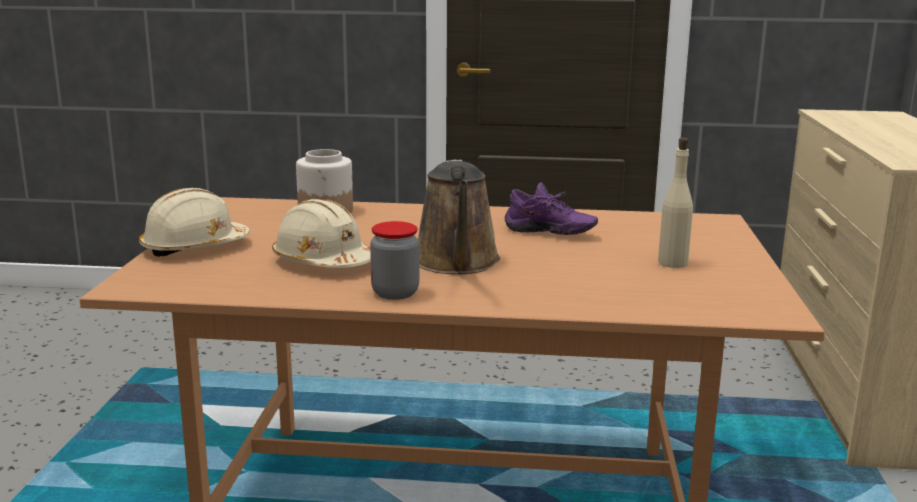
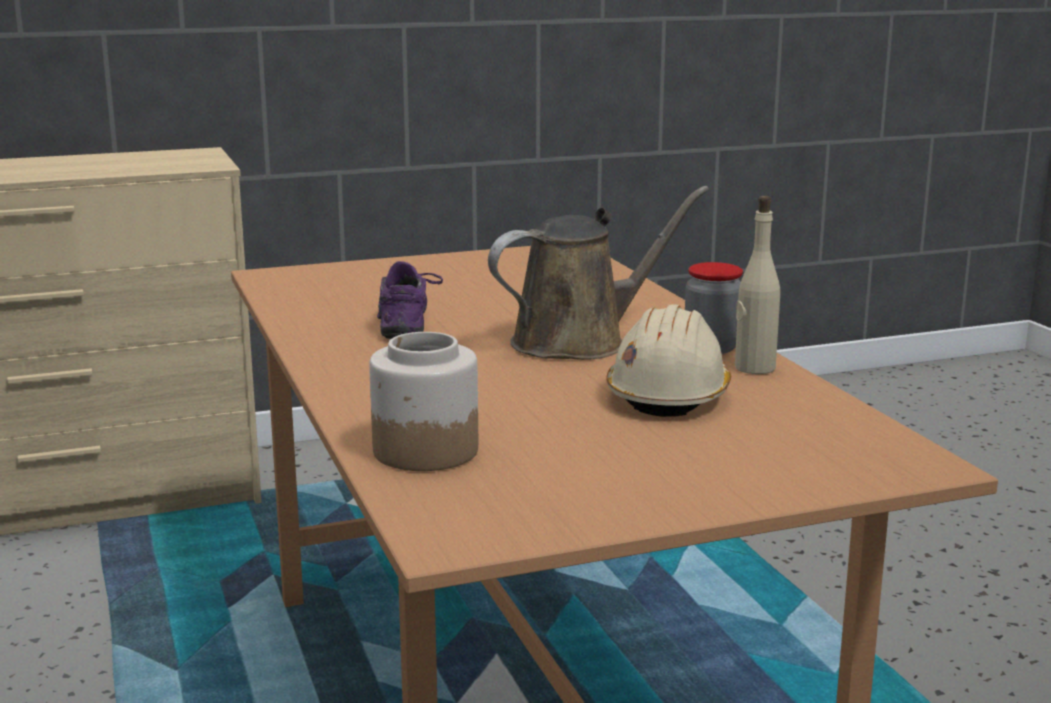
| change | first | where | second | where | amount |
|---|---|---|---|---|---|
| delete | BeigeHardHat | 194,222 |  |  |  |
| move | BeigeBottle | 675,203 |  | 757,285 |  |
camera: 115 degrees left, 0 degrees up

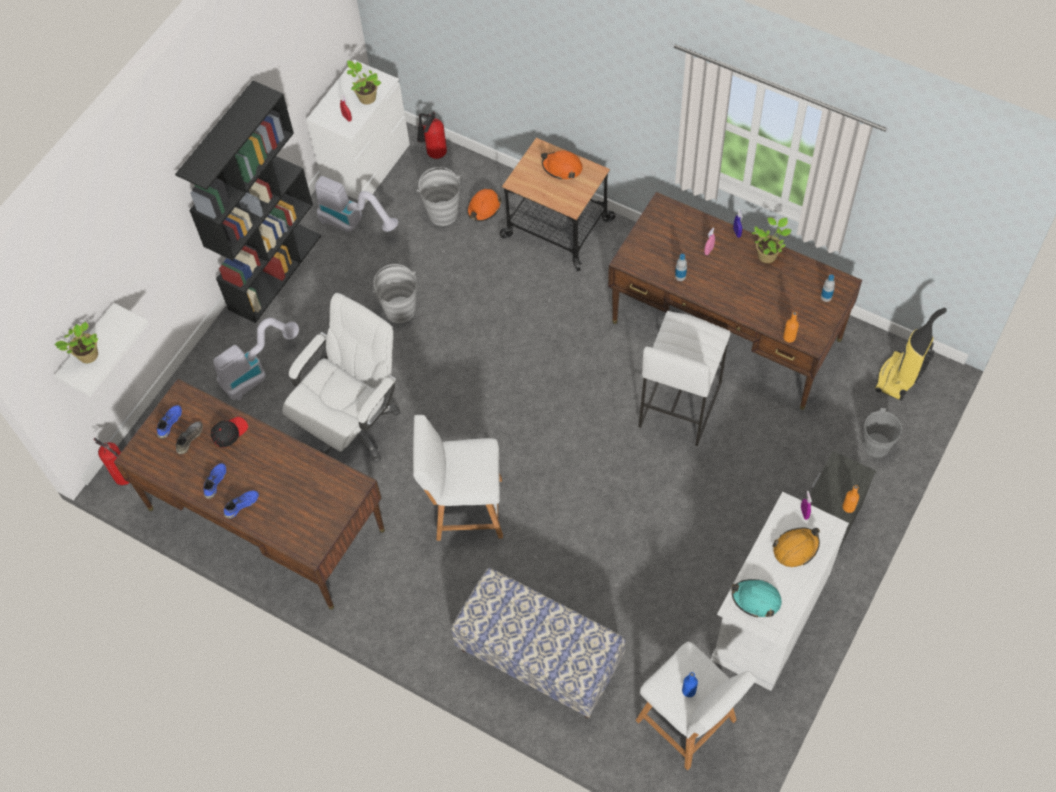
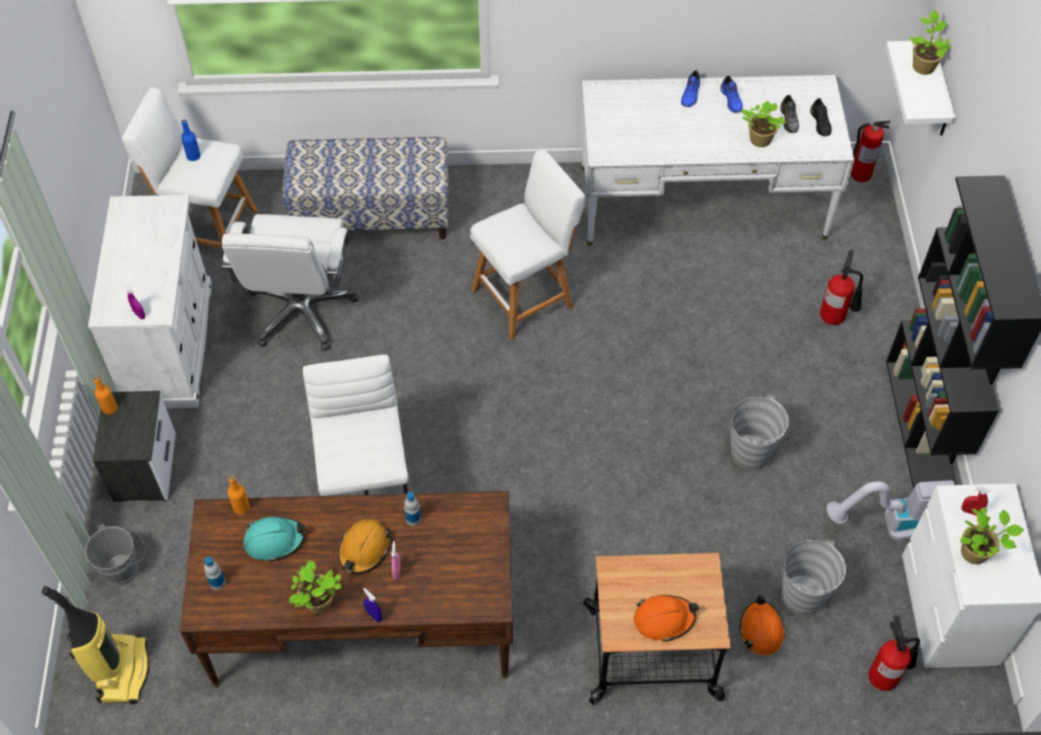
| change | first | where | second | where | amount |
|---|---|---|---|---|---|
| recolor | BrownDesk | 249,494 | WhiteDesk | 717,160 |  |
| recolor | BlueShoe | 169,422 | BlackShoe | 821,117 |  |
| replace | BlackCap | 229,432 | PottedPlant | 763,124 |  |
| replace | VacuumCleaner | 256,359 | FireExtinguisher | 841,287 |  |
| move | WhiteOfficeChair | 341,378 |  | 290,282 |  |
| move | TurquoiseHardHat | 756,598 |  | 274,539 |  |
| move | OrangeHardHat | 796,547 |  | 364,546 |  |
camera: 145 degrees right, 5 degrees down

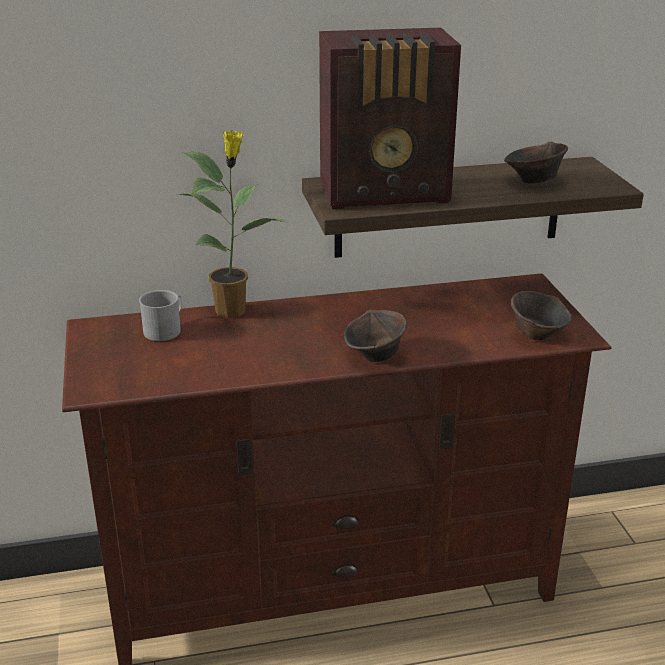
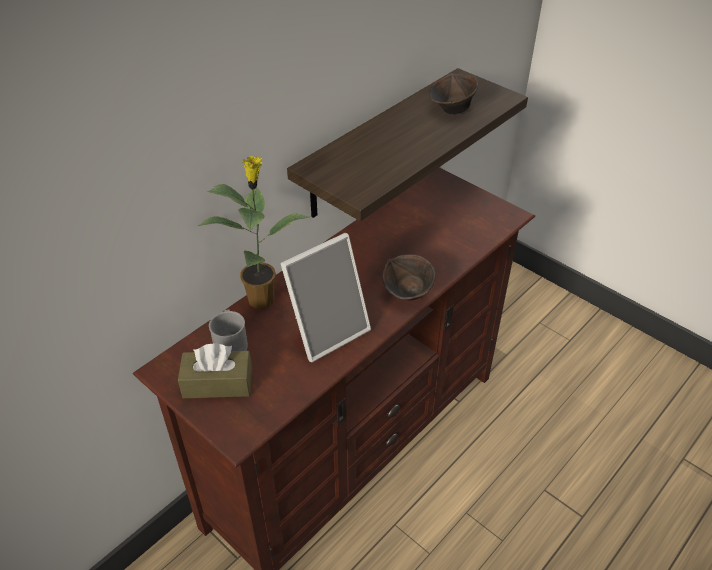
| change | first | where | second | where | amount |
|---|---|---|---|---|---|
| delete | Radio | 390,118 |  |  |  |
| delete | BrownBowl | 541,315 |  |  |  |
| insert |  |  | BrownTissueBox | 215,370 |  |
| insert |  |  | PictureFrame | 326,297 |  |
camera: 35 degrees left, 15 degrees up

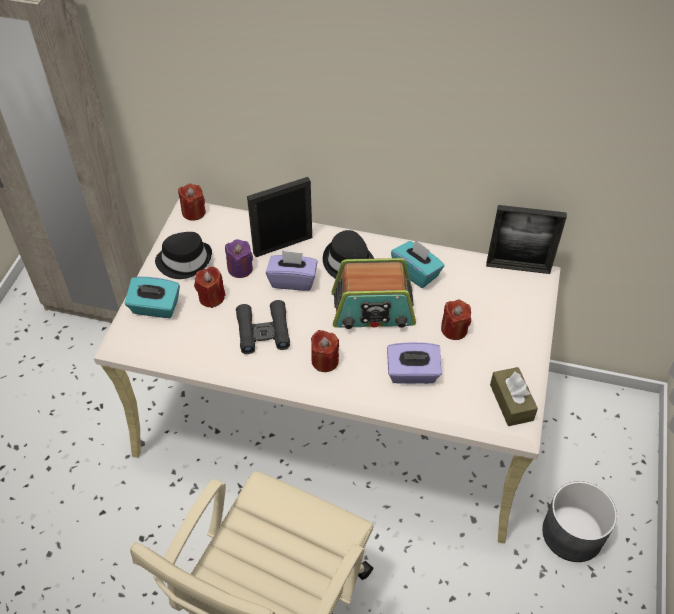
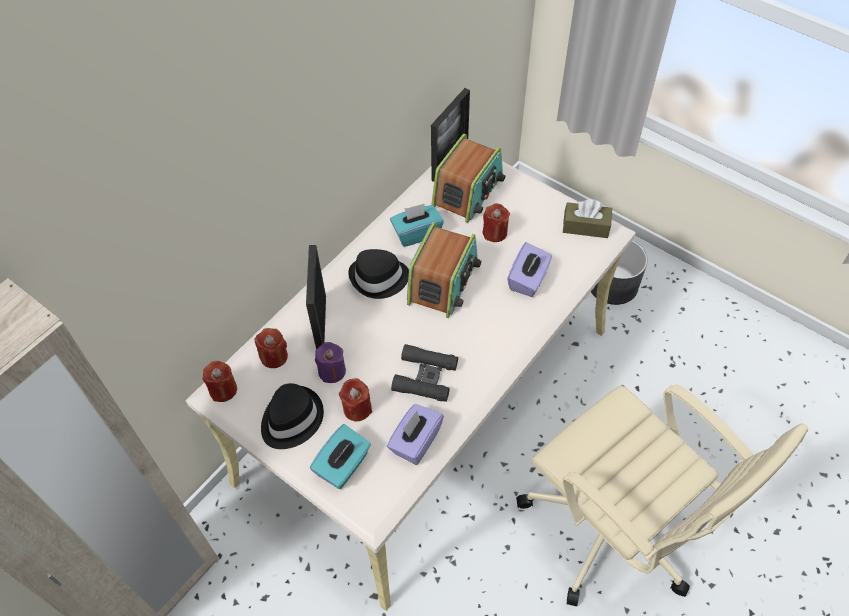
| change | first | where | second | where | amount |
|---|---|---|---|---|---|
| move | PurpleTissueBox | 292,270 |  | 415,434 |  |
| move | RedCandle | 325,351 |  | 271,348 |  |
| insert |  |  | Radio | 468,178 |  |
camera: 65 degrees left, 5 degrees up

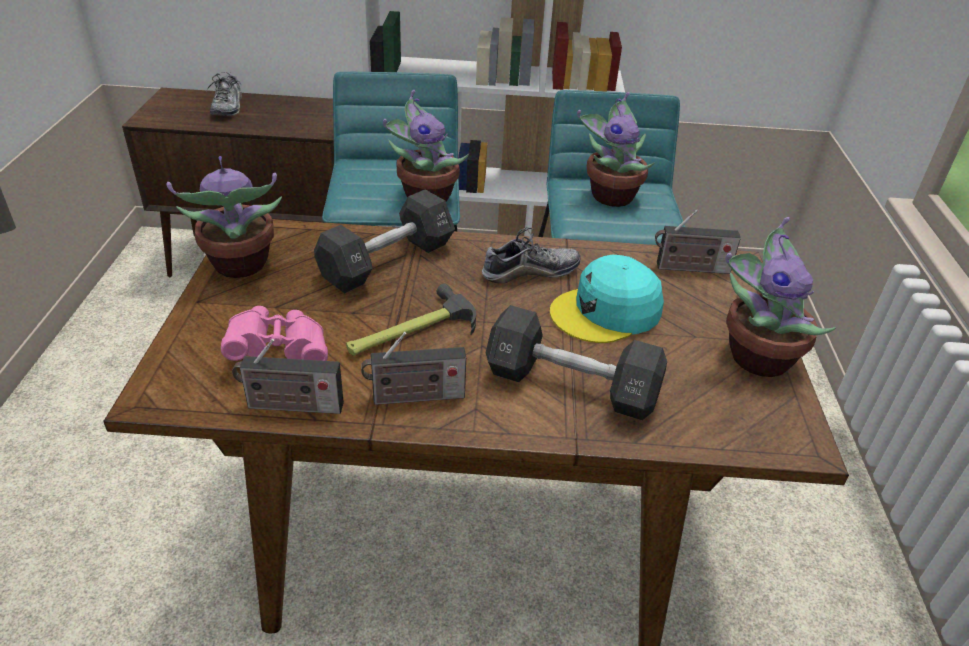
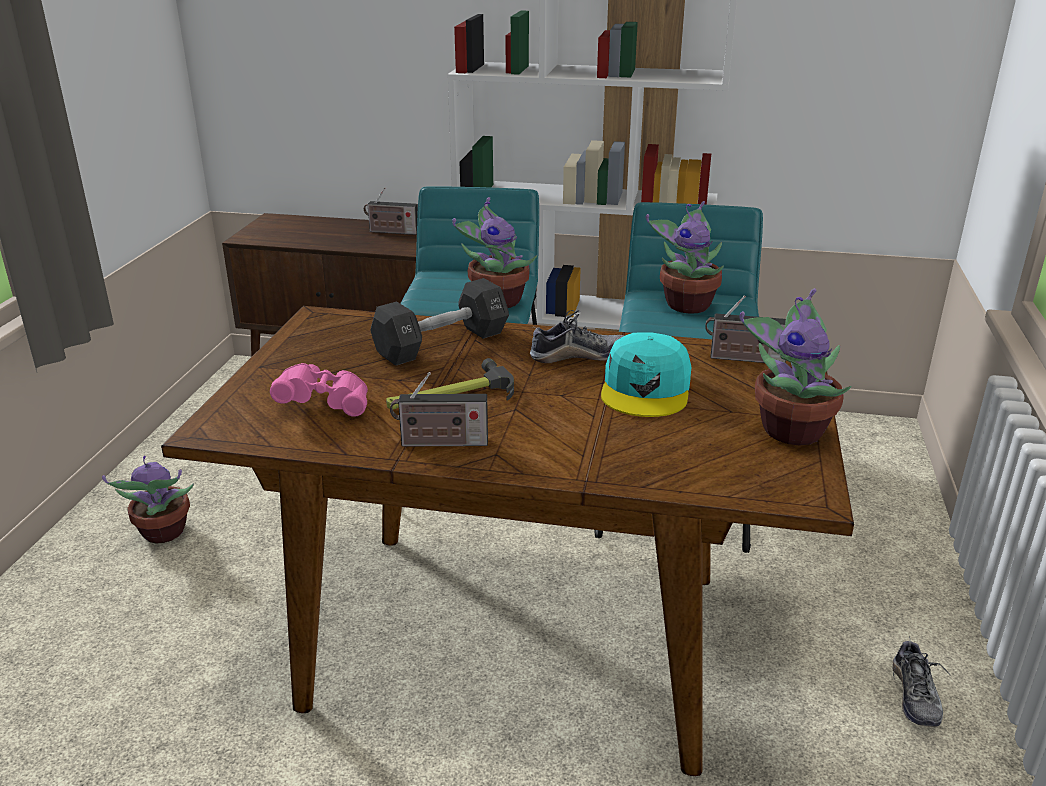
| change | first | where | second | where | amount |
|---|---|---|---|---|---|
| move | PottedPlant | 224,217 |  | 148,499 |  |
| move | Shoe | 224,94 |  | 922,682 |  |
| move | Radio | 288,376 |  | 391,211 |  |
| delete | BlackDumbbell | 576,362 |  |  |  |
| rotate | TurquoiseCap | 607,298 |  | 646,374 | 60 degrees counterclockwise |
camera: 10 degrees right, 10 degrees down

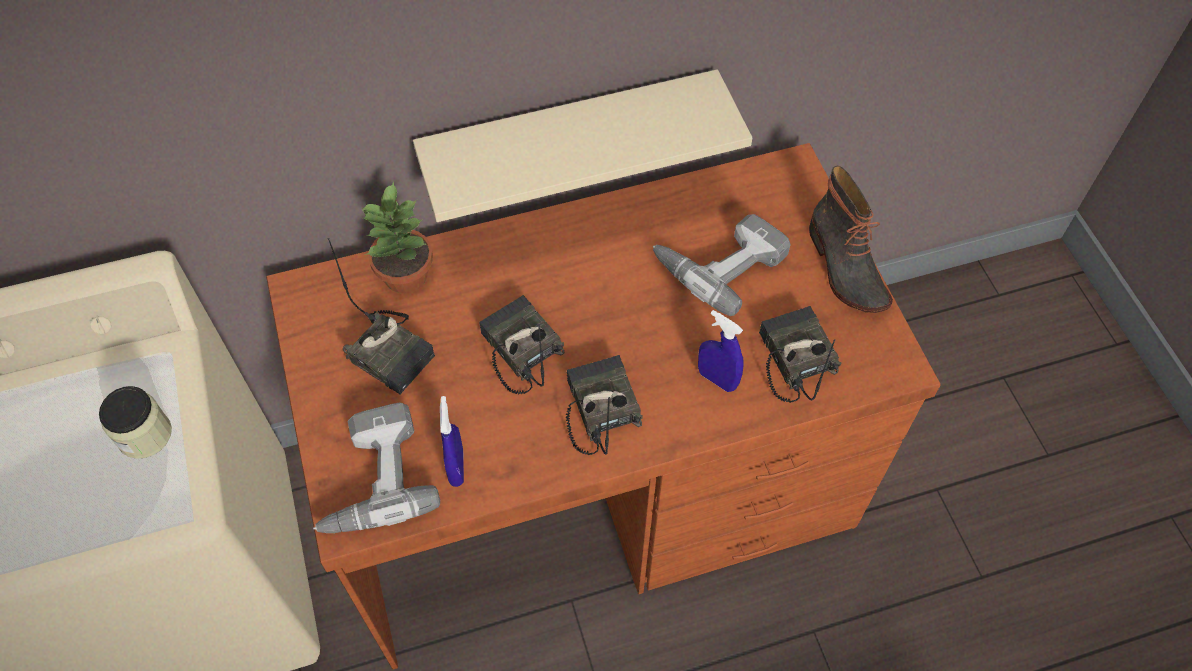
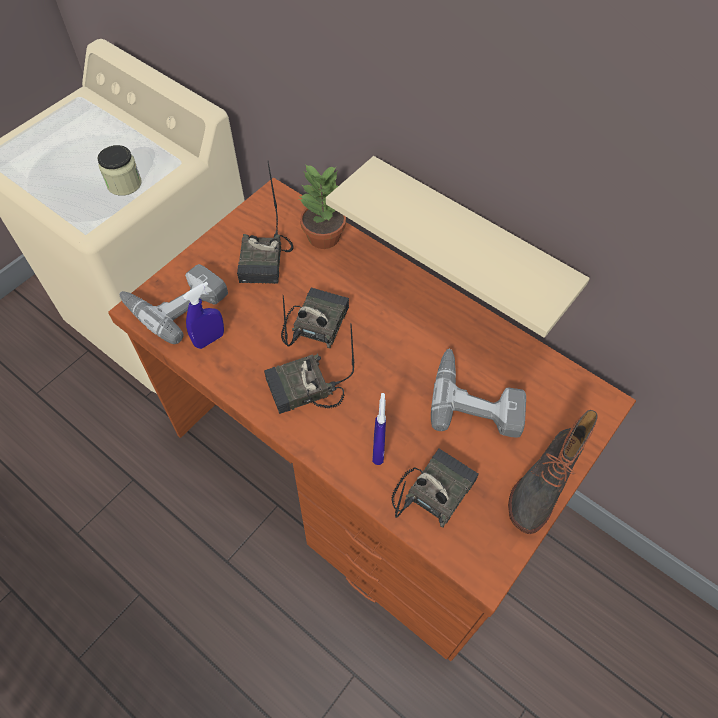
| change | first | where | second | where | amount |
|---|---|---|---|---|---|
| rotate | Radio | 604,405 |  | 309,368 | 150 degrees counterclockwise |
camera: 55 degrees right, 0 degrees up

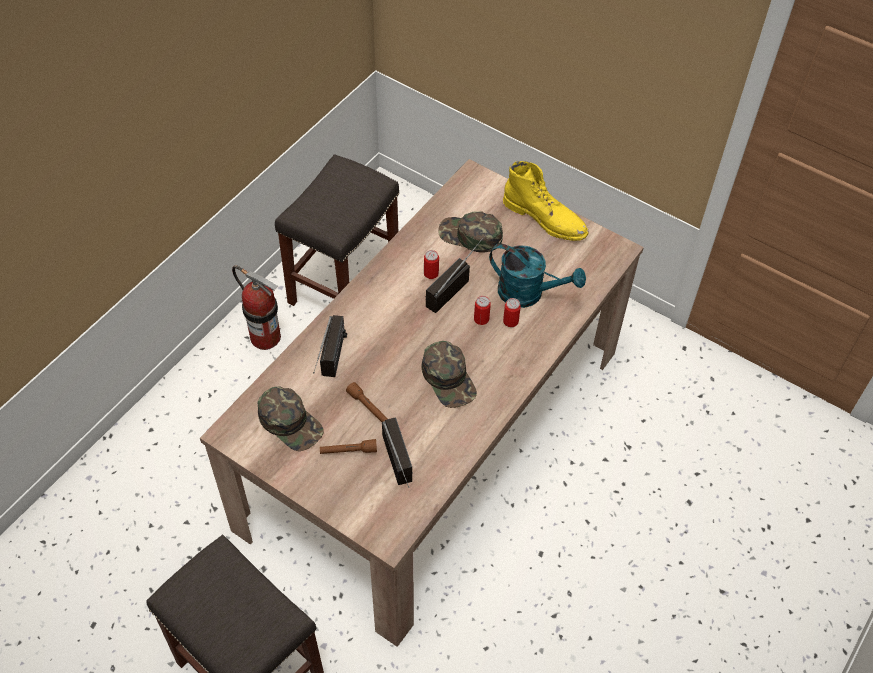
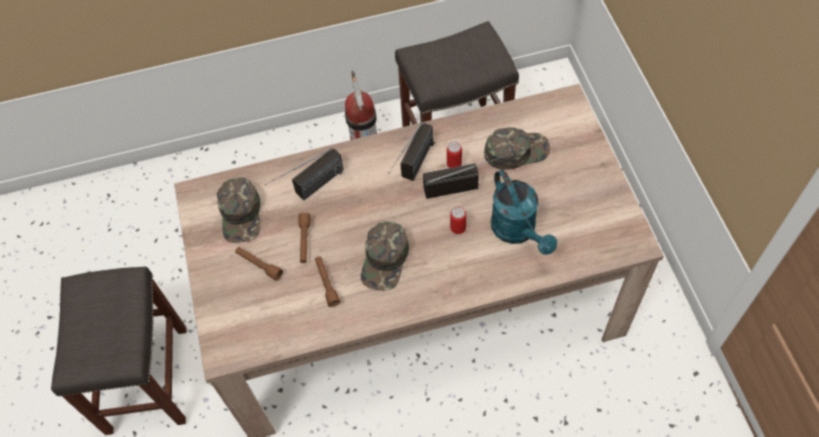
| change | first | where | second | where | amount |
|---|---|---|---|---|---|
| move | Radio | 397,452 |  | 411,152 |  |
| rotate | GreenCap | 470,232 |  | 517,148 | 105 degrees clockwise |
| delete | YellowBoot | 546,201 |  |  |  |
| delete | Can | 512,312 |  |  |  |
| insert |  |  | BrownFlashlight | 327,281 |  |
camera: 45 degrees right, 5 degrees up

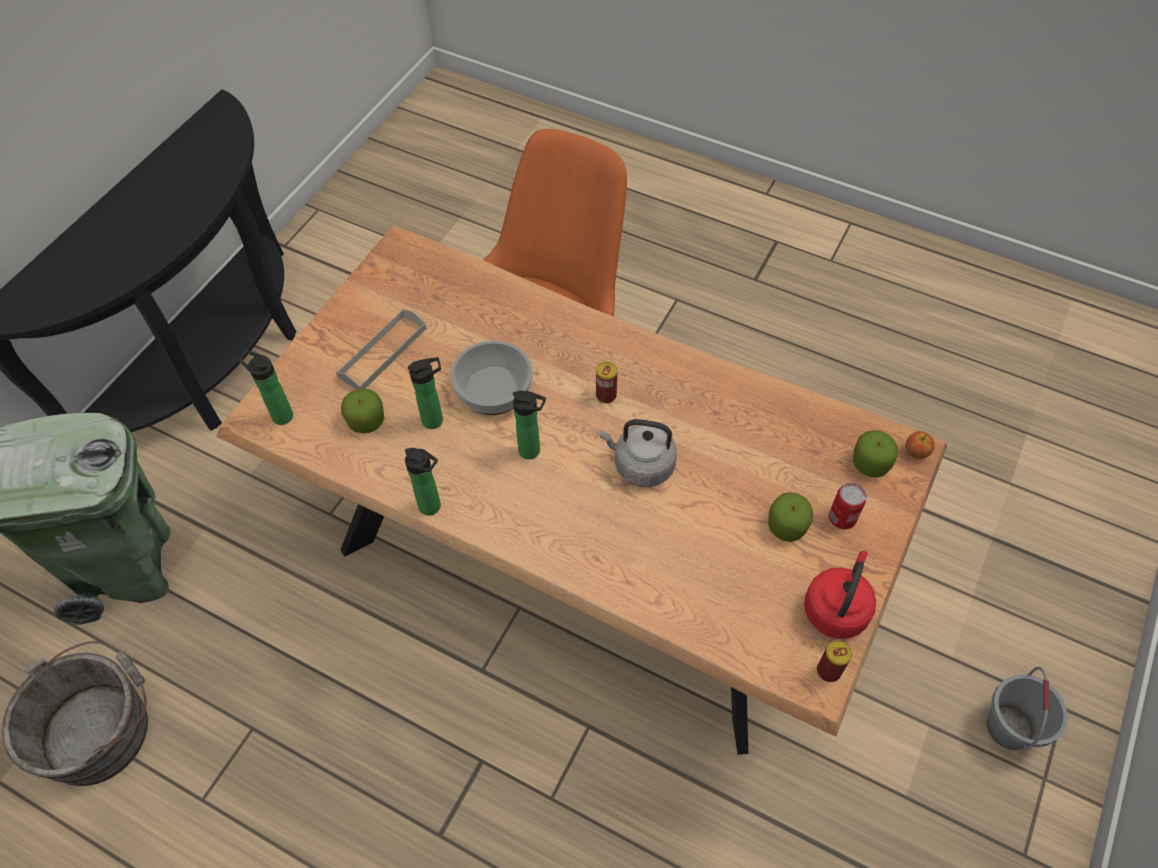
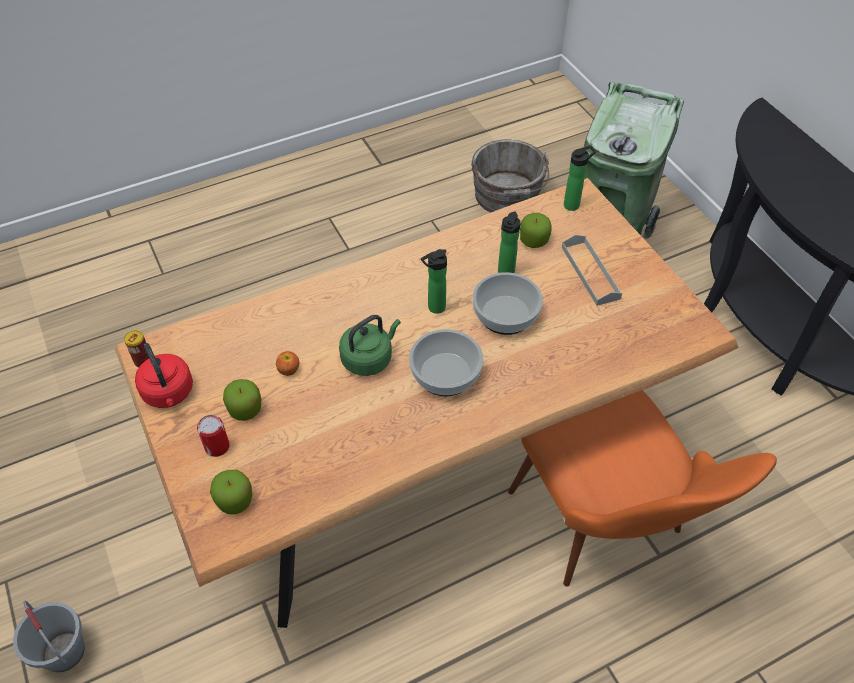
| change | first | where | second | where | amount |
|---|---|---|---|---|---|
| delete | Bottle | 423,482 |  |  |  |
| replace | Can | 606,382 | Bowl | 446,362 |  |
| recolor | GreyKettle | 638,453 | GreenKettle | 370,345 |  |
| move | Apple | 920,445 |  | 287,363 |  |
camera: 125 degrees right, 5 degrees down

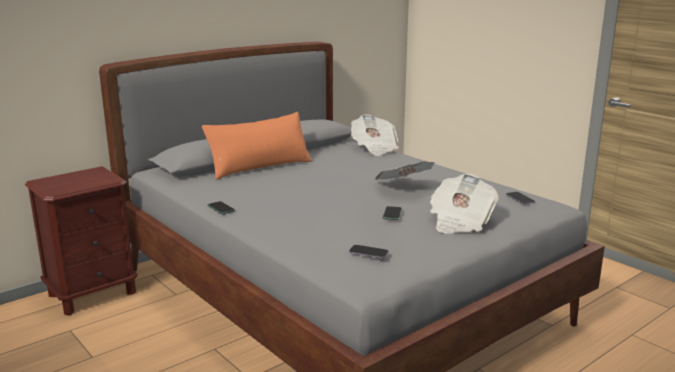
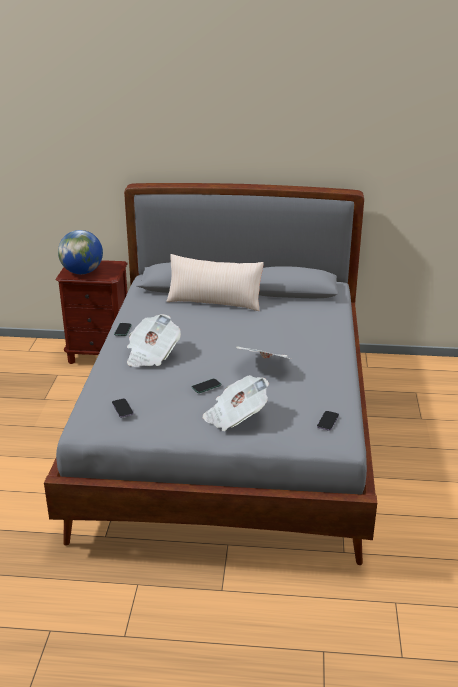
| change | first | where | second | where | amount |
|---|---|---|---|---|---|
| recolor | OrangePillow | 257,146 | BeigePillow | 215,282 |  |
| move | Newspaper | 375,135 |  | 154,340 |  |
| insert |  |  | Globe | 80,252 |  |
camera: 45 degrees right, 10 degrees up

